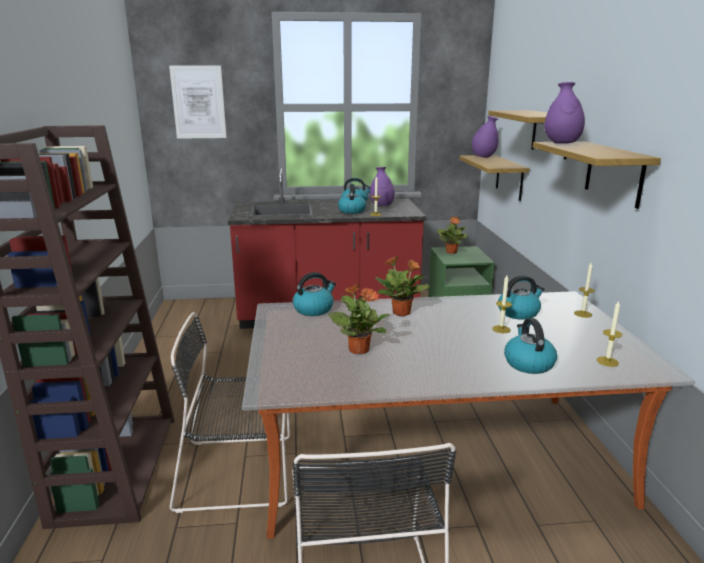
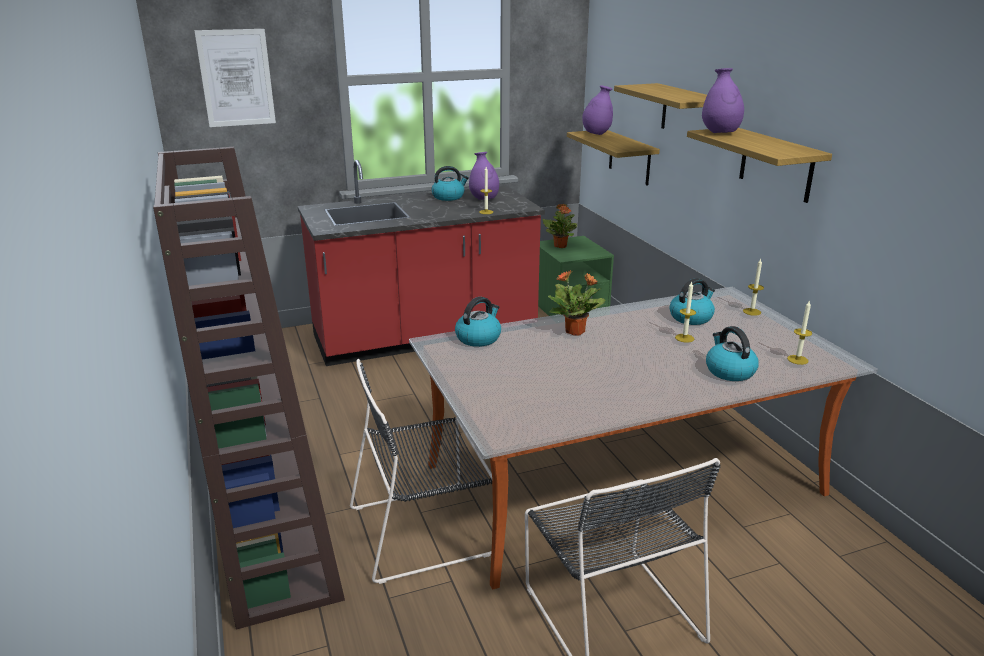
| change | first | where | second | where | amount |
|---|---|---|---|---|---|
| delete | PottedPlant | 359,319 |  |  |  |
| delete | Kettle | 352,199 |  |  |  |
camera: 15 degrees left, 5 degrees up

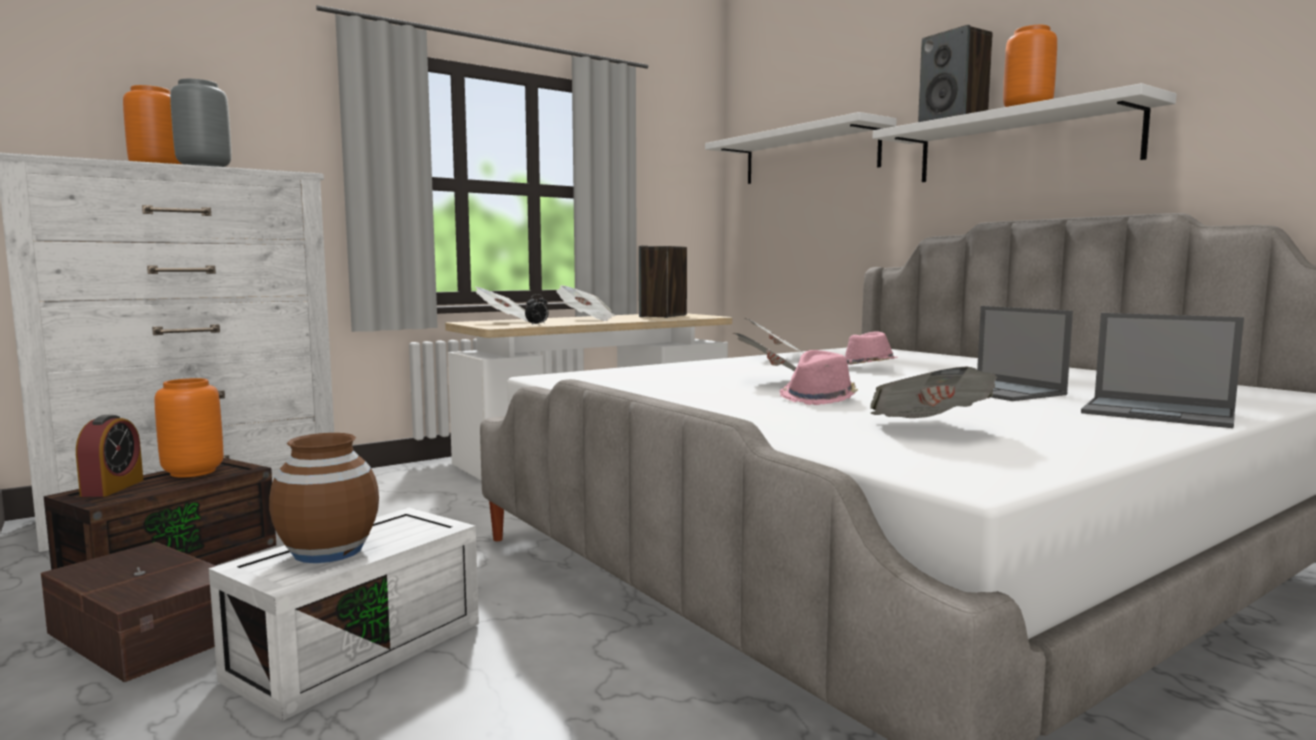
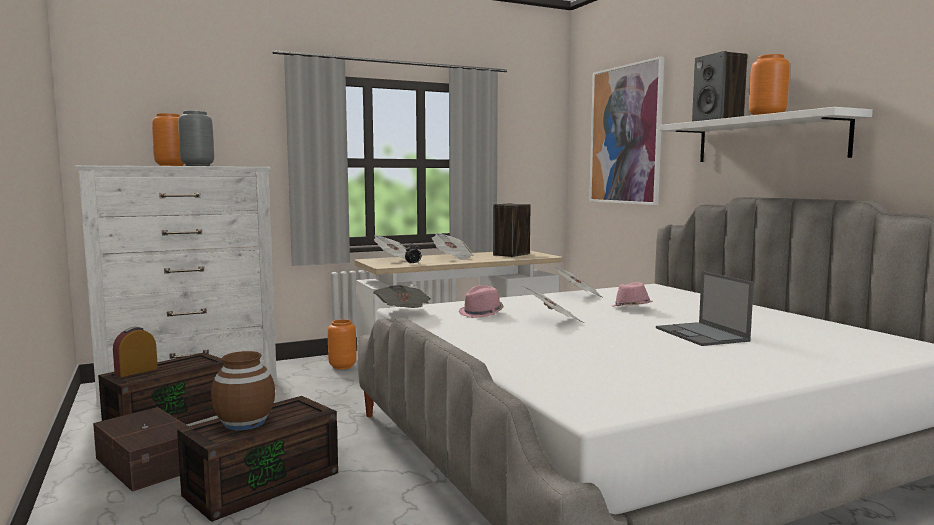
| change | first | where | second | where | amount |
|---|---|---|---|---|---|
| rotate | AlarmClock | 109,456 |  | 135,352 | 150 degrees counterclockwise |
| move | OrangeVase | 189,427 |  | 342,344 |  |
| recolor | WhiteStorageBox | 344,614 | BrownStorageBox | 257,459 |  |
| replace | WhiteShelf | 801,148 | Picture | 626,130 |  |
| move | PinkHat | 819,377 |  | 481,301 |  |
| move | Newspaper | 933,392 |  | 402,296 |  |
| delete | Laptop | 1162,370 |  |  |  |
camera: 10 degrees right, 0 degrees up

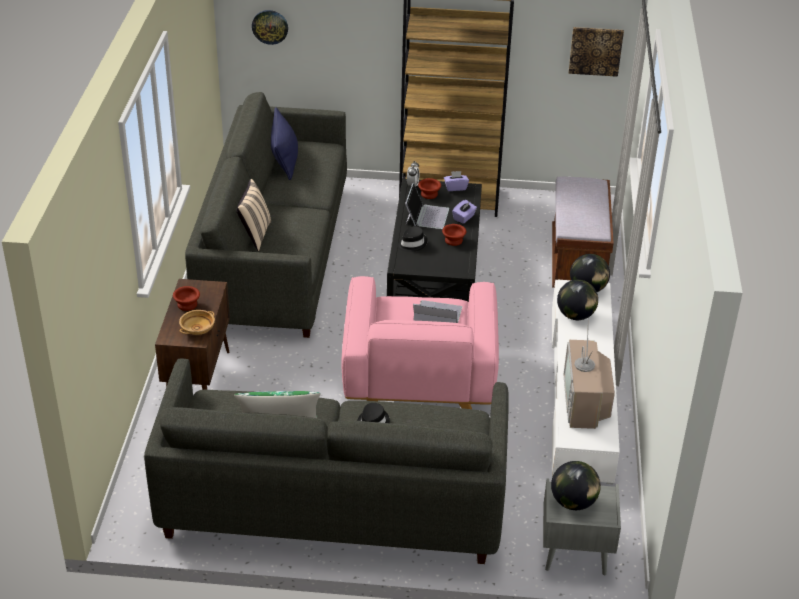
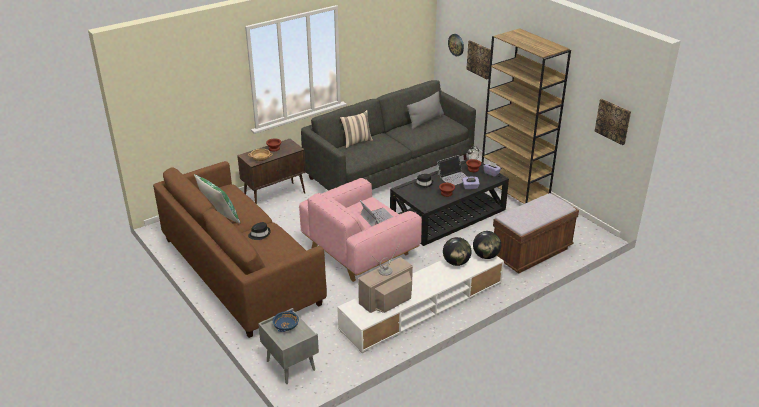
| change | first | where | second | where | amount |
|---|---|---|---|---|---|
| recolor | GreySofa | 326,461 | BrownSofa | 240,249 |  |
| recolor | BluePillow | 284,143 | GreyPillow | 425,110 |  |
| replace | Globe | 576,485 | BlueBowl | 286,321 |  |
| insert |  |  | Picture | 478,59 |  |
camera: 50 degrees right, 5 degrees down

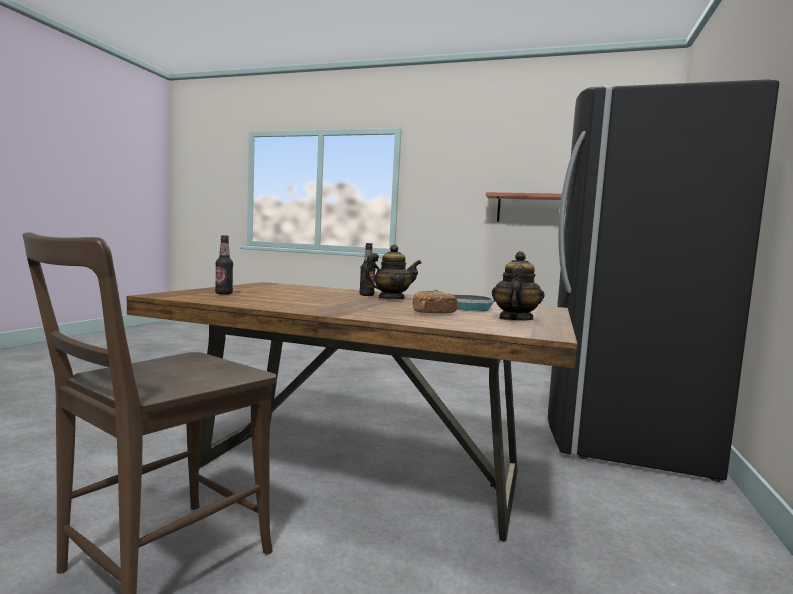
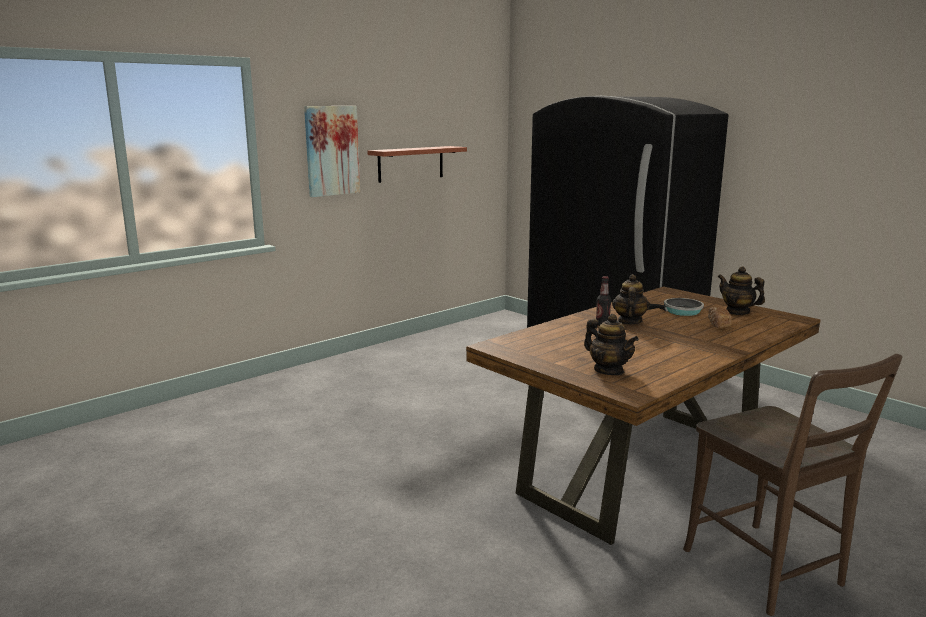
| change | first | where | second | where | amount |
|---|---|---|---|---|---|
| replace | Bottle | 224,265 | Teapot | 611,344 |  |
| insert |  |  | Picture | 332,151 |  |
camera: 60 degrees left, 10 degrees up

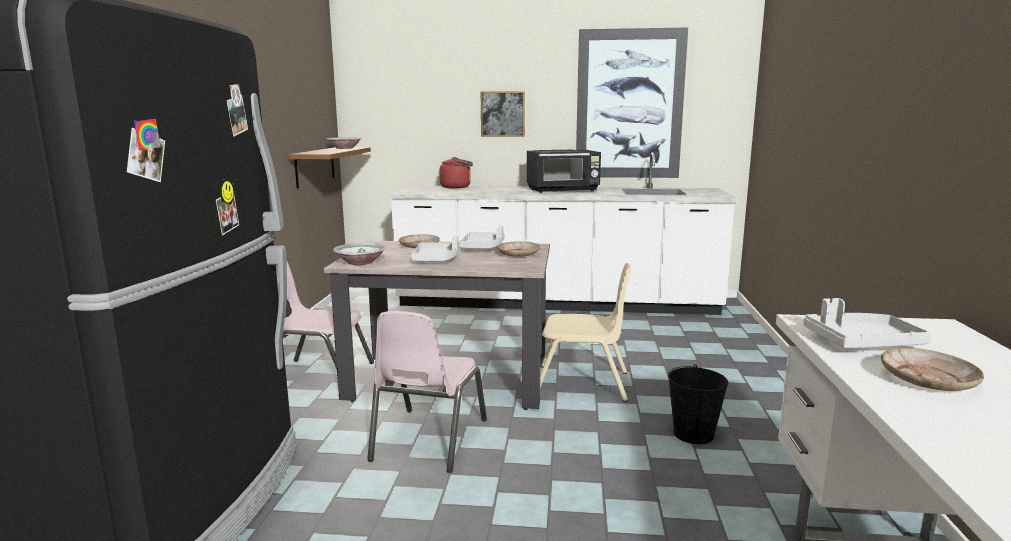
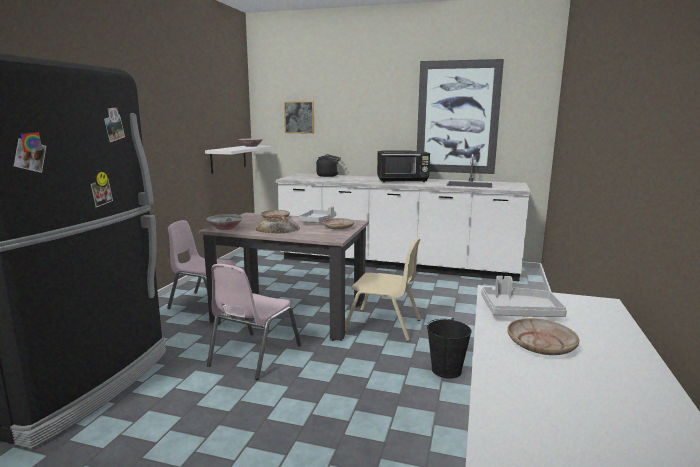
| change | first | where | second | where | amount |
|---|---|---|---|---|---|
| recolor | BrownShelf | 329,167 | WhiteShelf | 238,159 |  |
| replace | GreyTray | 435,248 | Bread | 277,224 |  |
| recolor | RedKettle | 456,172 | BlackKettle | 328,165 |  |
| move | Picture | 503,114 |  | 299,117 |  |
camera: 10 degrees right, 0 degrees up

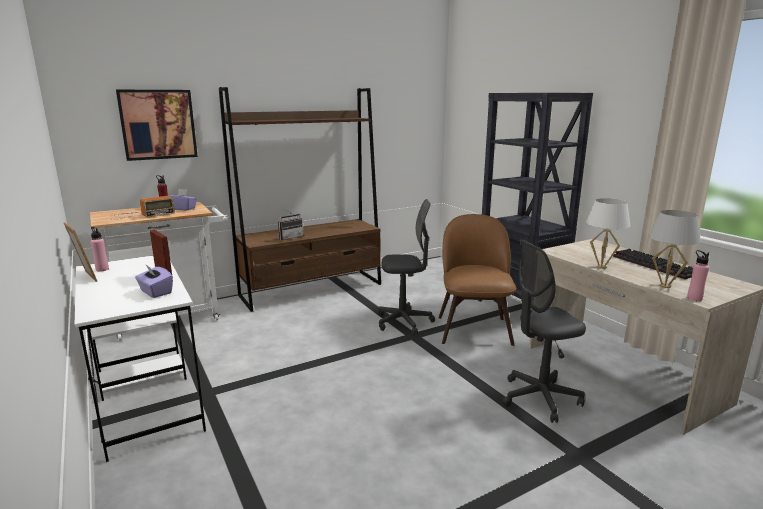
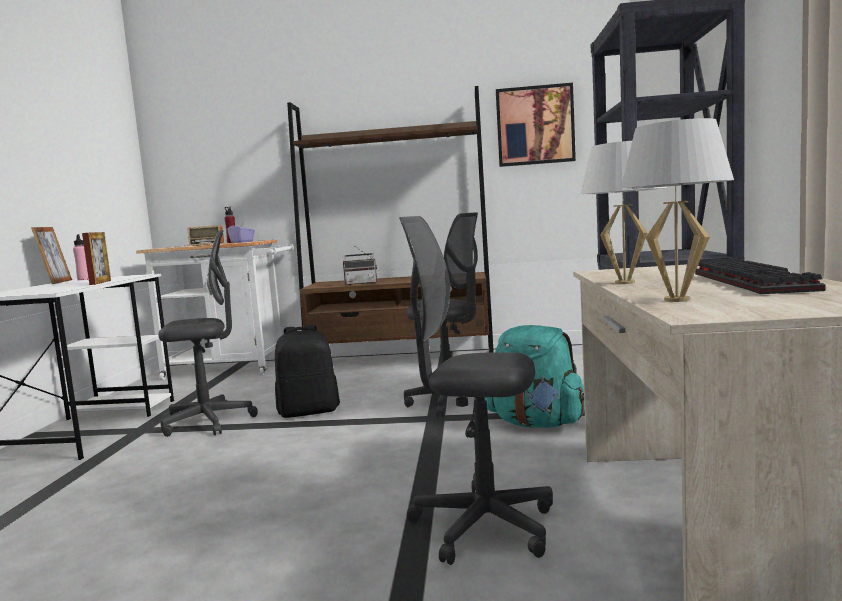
| change | first | where | second | where | amount |
|---|---|---|---|---|---|
| move | Picture | 157,125 |  | 536,125 |  |
| delete | PurpleTissueBox | 154,281 |  |  |  |
| replace | BrownChair | 477,280 | TurquoiseBackpack | 535,376 |  |
| delete | PinkBottle | 698,275 |  |  |  |
| insert |  |  | GreyOfficeChair | 208,333 |  |
| insert |  |  | BlackBackpack | 307,371 |  |
camera: 35 degrees right, 10 degrees down

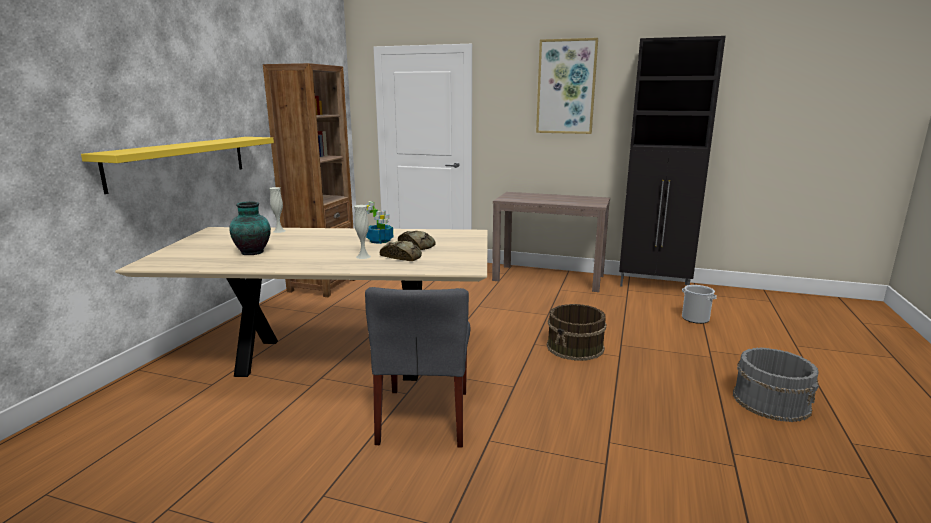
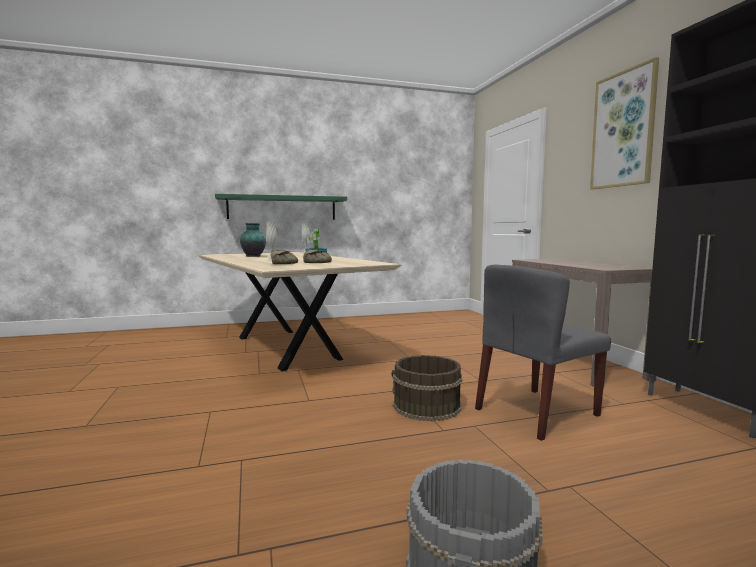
| change | first | where | second | where | amount |
|---|---|---|---|---|---|
| recolor | YellowShelf | 177,165 | GreenShelf | 281,207 |  |
| delete | BrownBookcase | 309,180 |  |  |  |
| move | GreyChair | 417,367 |  | 543,353 |  |
| delete | Bucket | 699,304 |  |  |  |
camera: 55 degrees right, 10 degrees down

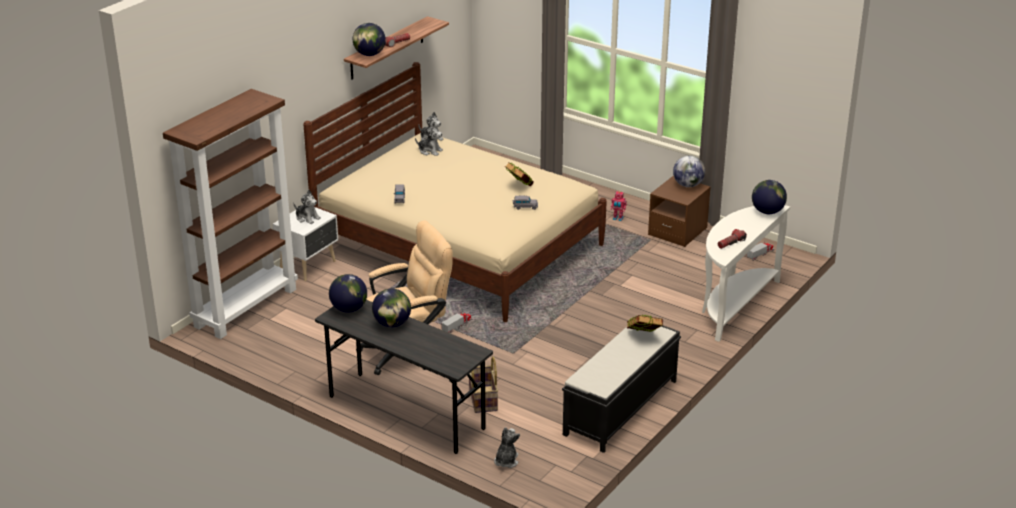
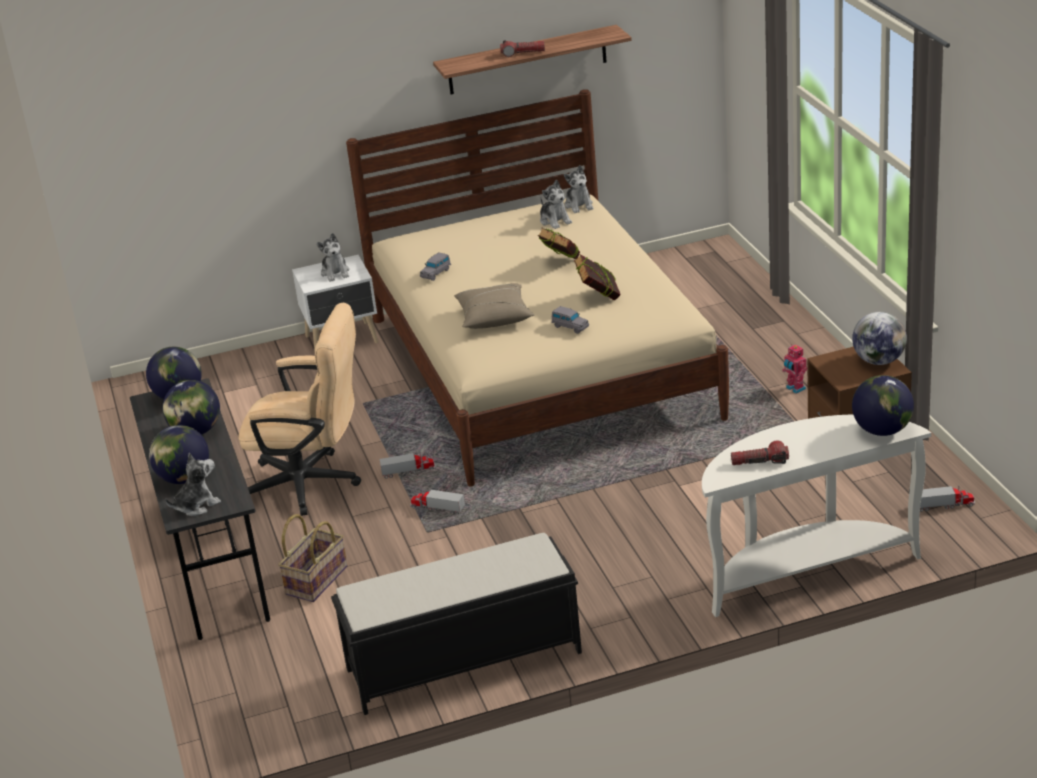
| change | first | where | second | where | amount |
|---|---|---|---|---|---|
| delete | BrownBookcase | 230,214 |  |  |  |
| move | Globe | 369,39 |  | 179,454 |  |
| move | PlushToy | 507,447 |  | 193,484 |  |
| move | Book | 645,323 |  | 559,243 |  |
| insert |  |  | ToyTruck | 437,501 |  |
| insert |  |  | BeigePillow | 494,306 |  |
camera: 40 degrees right, 0 degrees up

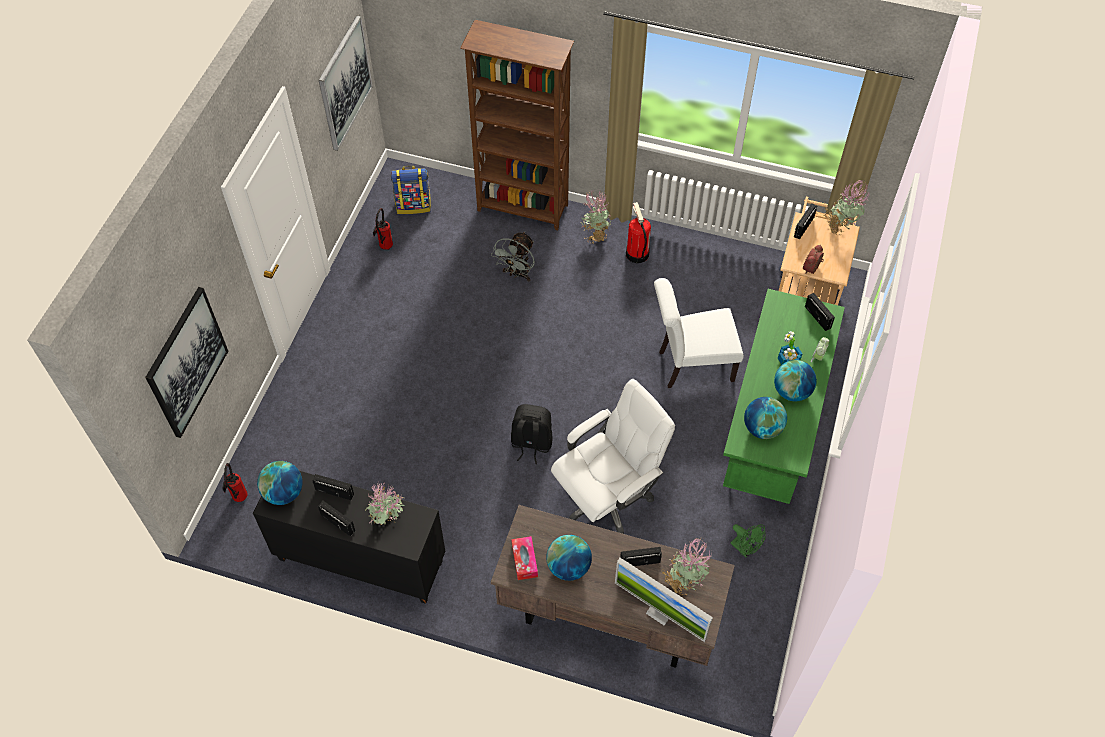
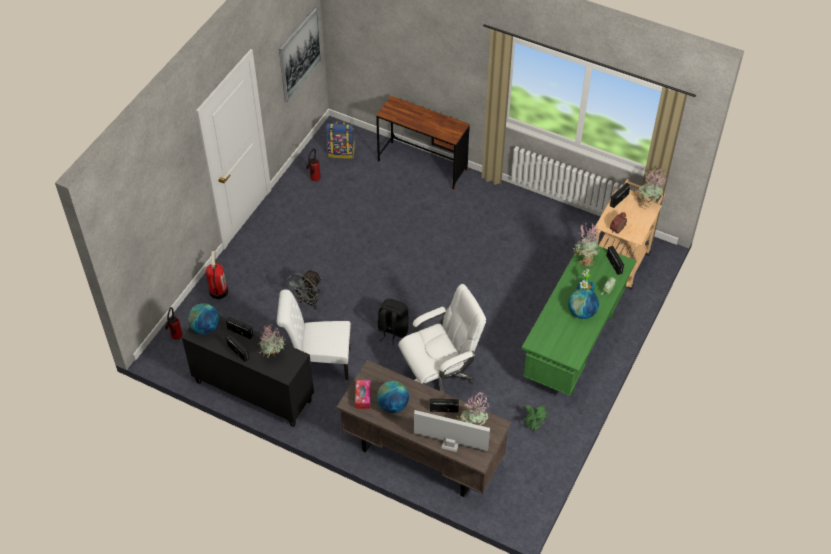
| change | first | where | second | where | amount |
|---|---|---|---|---|---|
| delete | Picture | 186,362 |  |  |  |
| replace | BrownBookcase | 517,125 | BrownDesk | 423,143 |  |
| move | GreyFan | 513,257 |  | 304,290 |  |
| move | PottedPlant | 596,217 |  | 586,245 |  |
| rotate | Monitor | 664,599 |  | 452,431 | 150 degrees clockwise |
| move | FireExtinguisher | 638,232 |  | 217,275 |  |
| move | WhiteChair | 699,333 |  | 314,335 |  |
| delete | Globe | 765,418 |  |  |  |
camera: 10 degrees right, 5 degrees down

